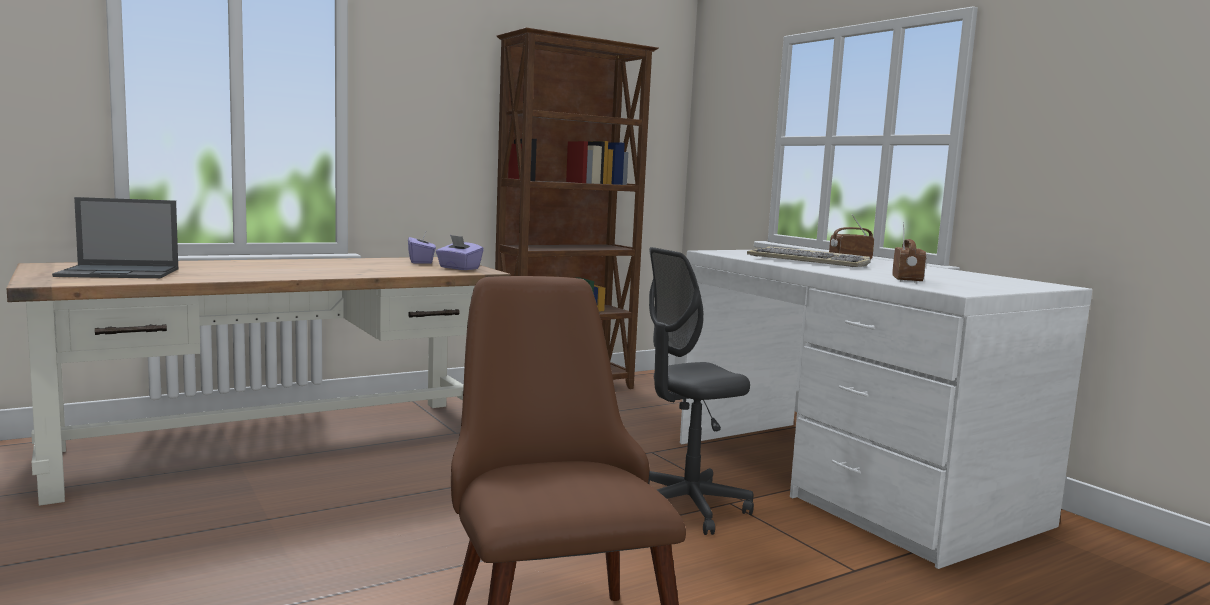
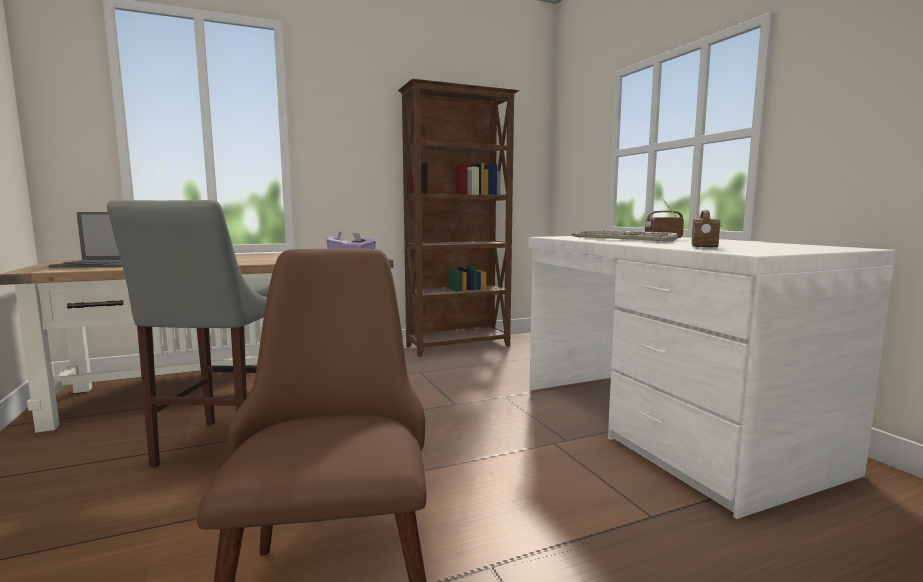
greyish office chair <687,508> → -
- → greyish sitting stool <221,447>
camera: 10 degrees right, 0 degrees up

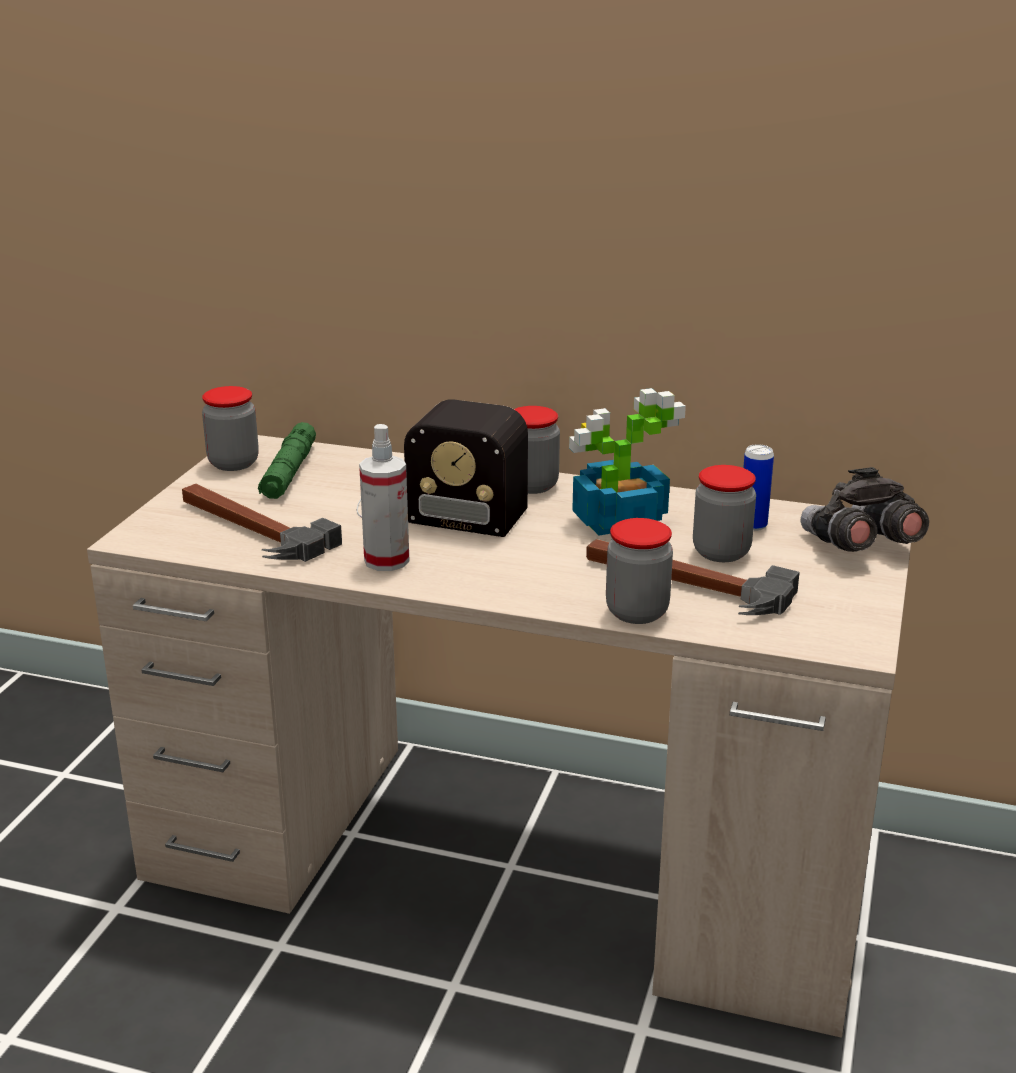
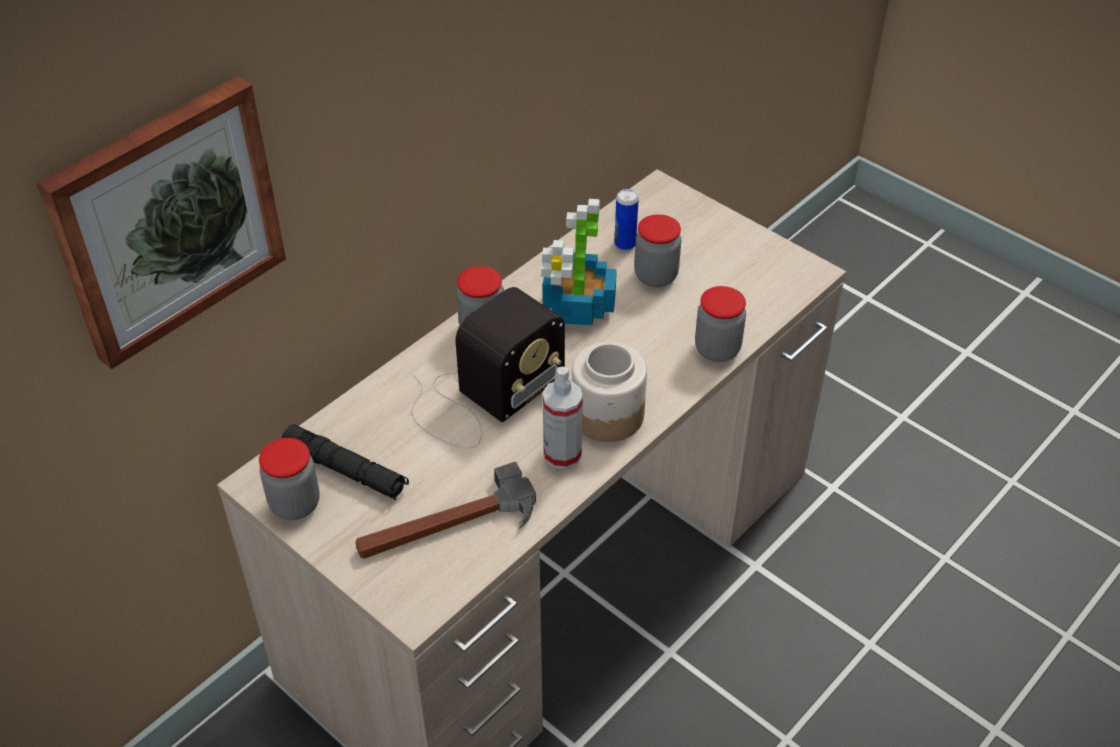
green-coloured torch <289,472> → black torch <345,470>
greyish binoculars <858,546> → -
hand hammer <684,583> → -
- → wall art <166,219>
- → jar <607,416>
camera: 65 degrees left, 20 degrees up

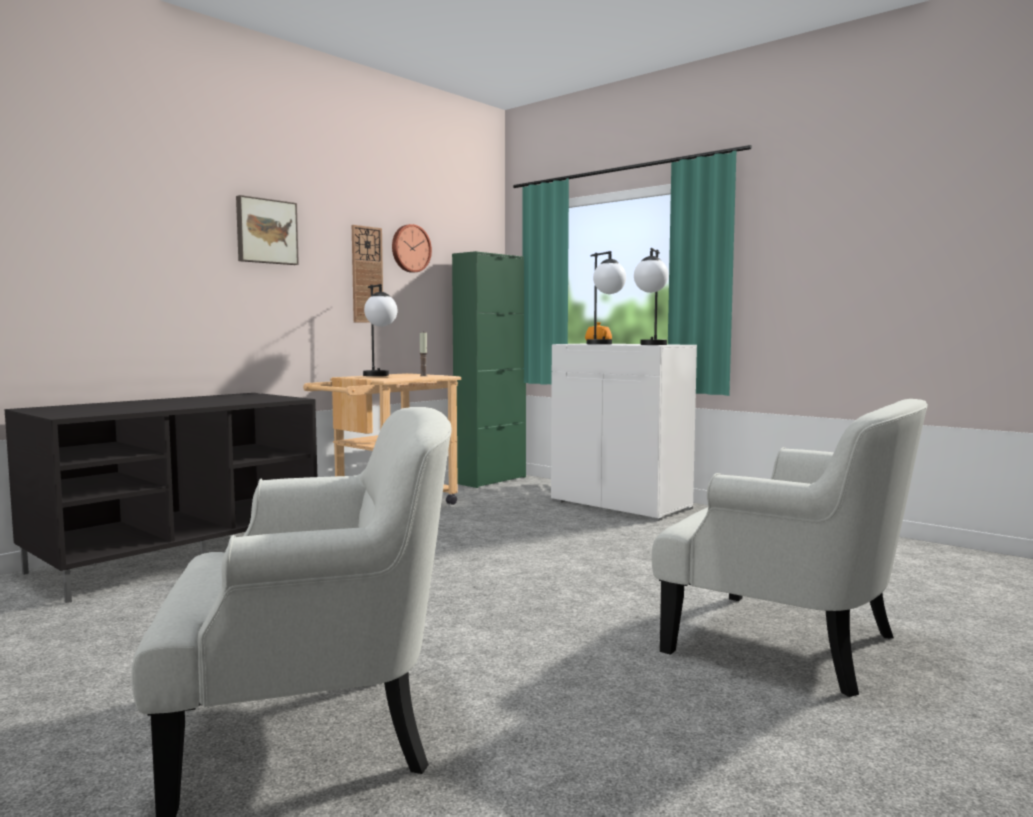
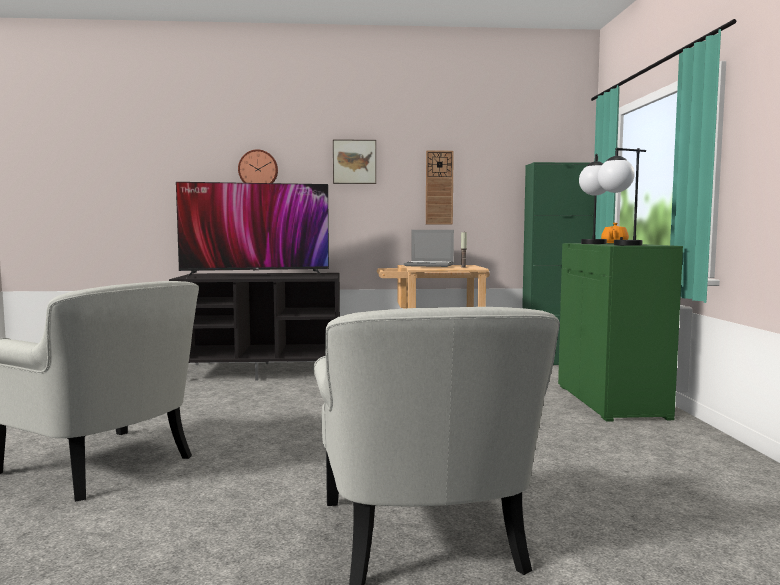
clock on the wall <410,248> → clock on the wall <258,169>, move
tabletop lamp <379,376> → portable computer <430,265>
white-coloured cabinet <621,504> → green-coloured cabinet <612,402>
- → TV <256,275>
camera: 45 degrees right, 0 degrees up

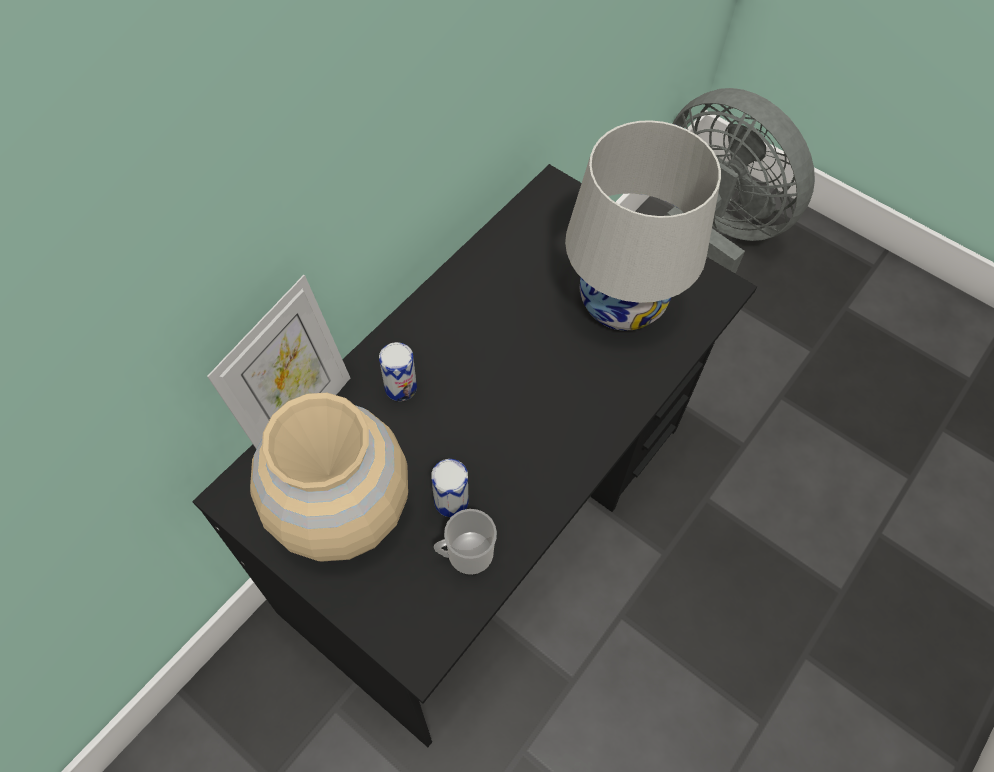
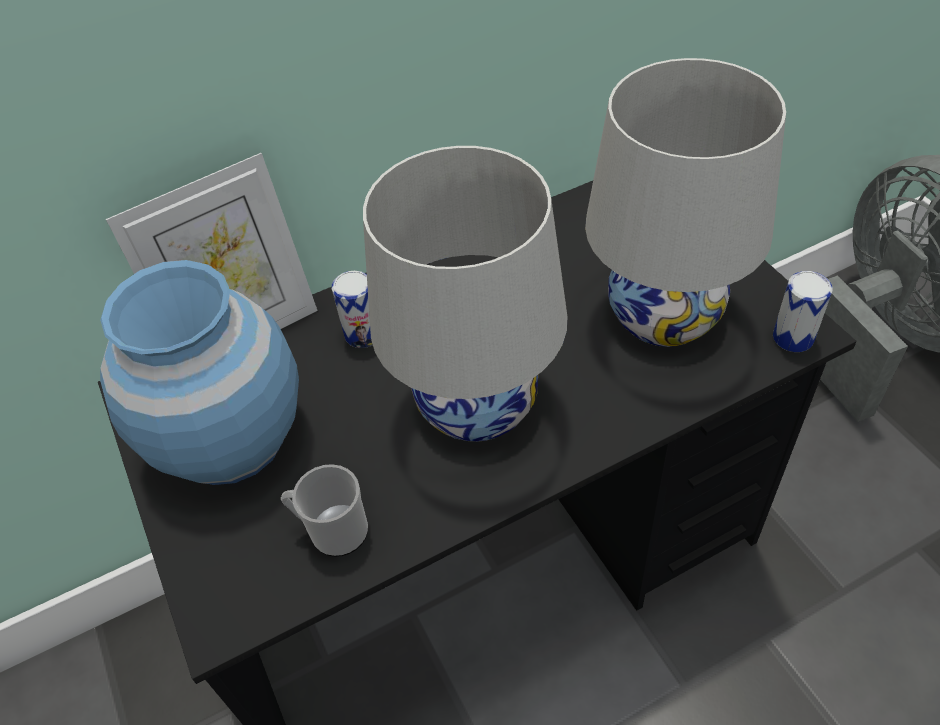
beige flower vase <341,511> → blue flower vase <229,438>
sealed can <451,501> → sealed can <793,337>, move
- → white-coloured tabletop lamp <478,405>
camera: 30 degrees right, 10 degrees down

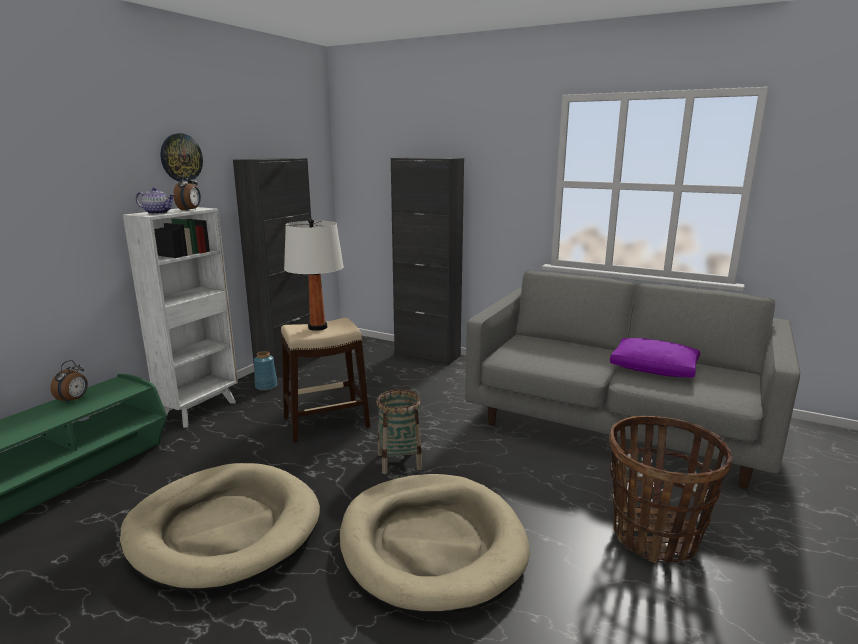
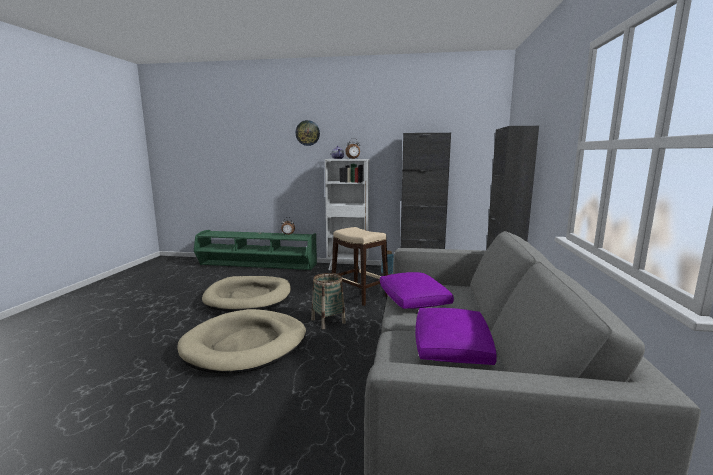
clock on the wall <181,158> → clock on the wall <307,133>, move
white-coloured tabletop lamp <317,327> → -
basket <655,536> → -
- → purplish throw pillow <414,300>
camera: 70 degrees right, 5 degrees down

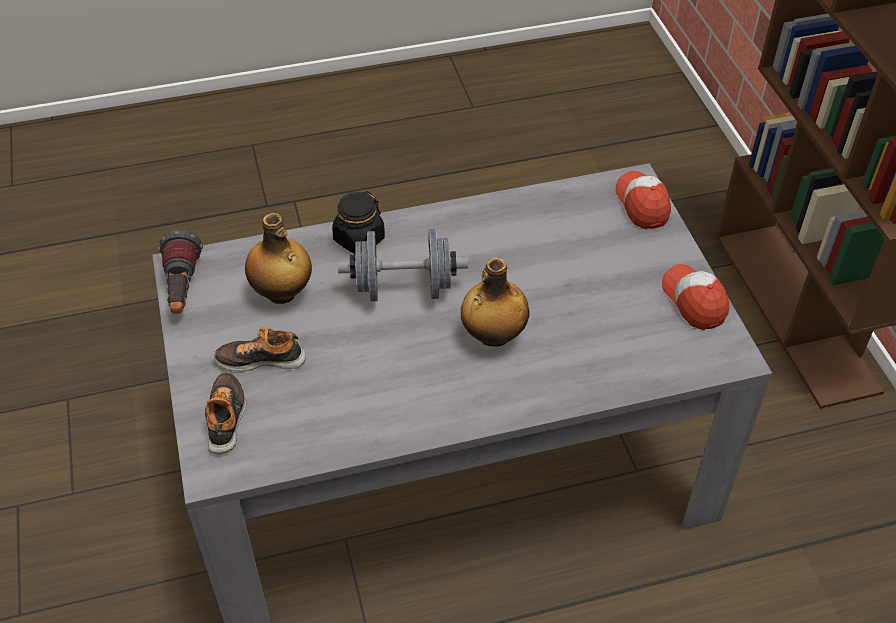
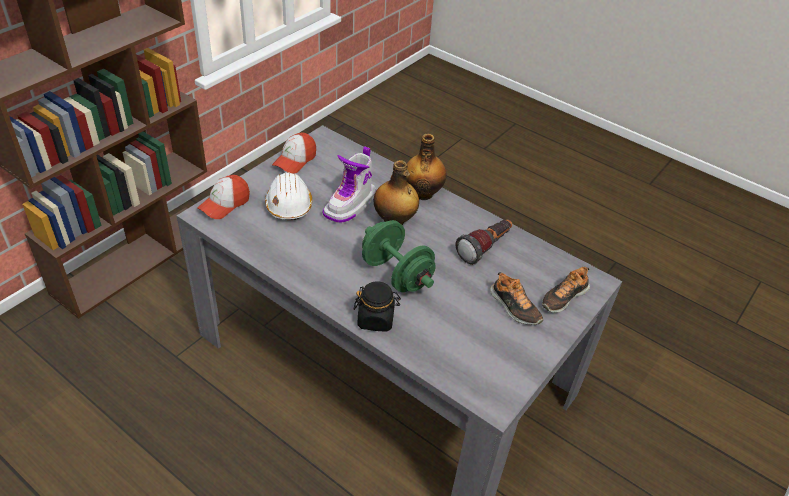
drink bottle <282,293> → drink bottle <423,193>, move
torch <182,290> → torch <485,248>, move
greyish free weight <404,288> → green-coloured free weight <396,274>
- → tall boot <351,205>
- → white-coloured work helmet <289,204>
camera: 130 degrees left, 5 degrees down

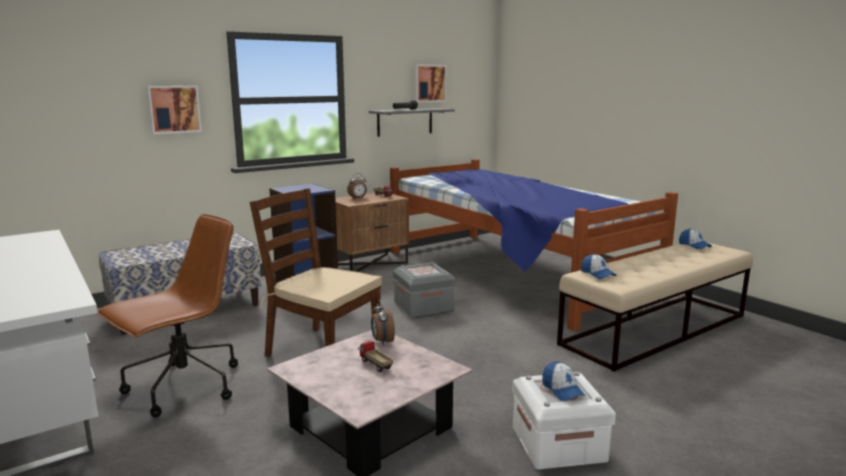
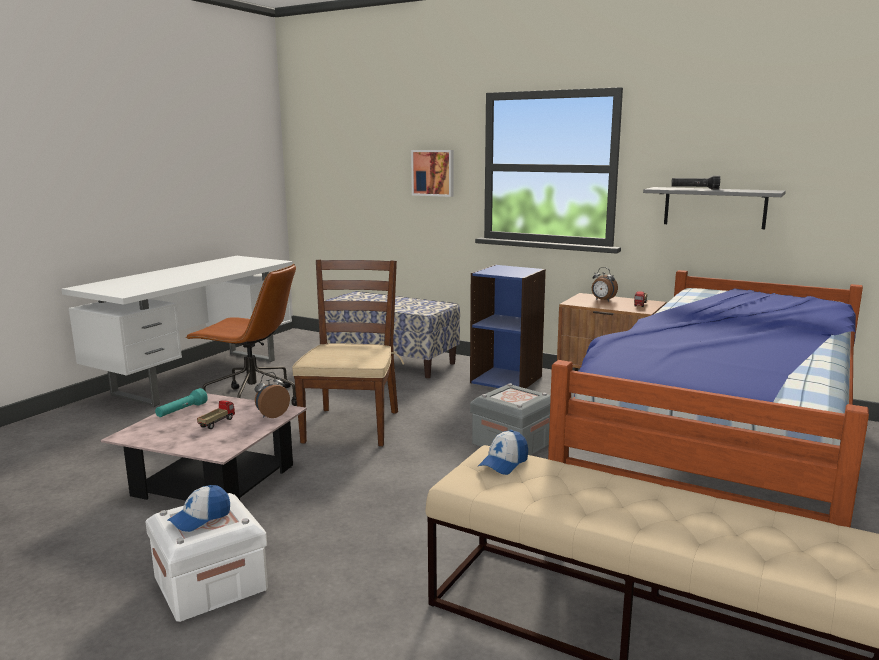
wall art <429,83> → -
baseball cap <694,246> → -
- → turquoise torch <181,411>
camera: 65 degrees right, 0 degrees up

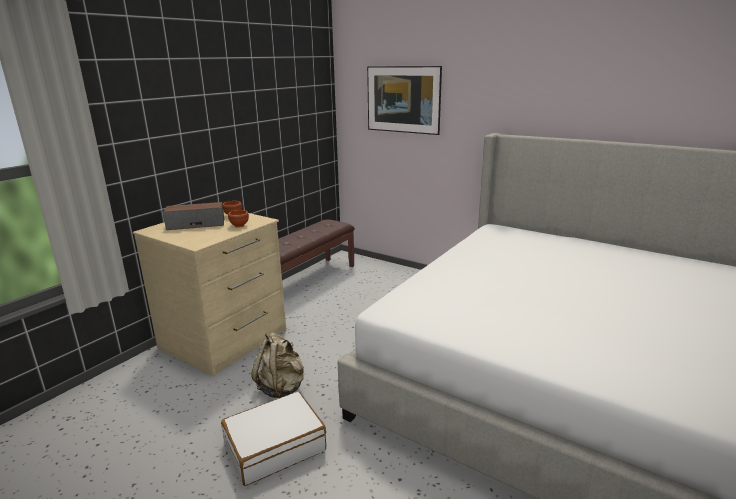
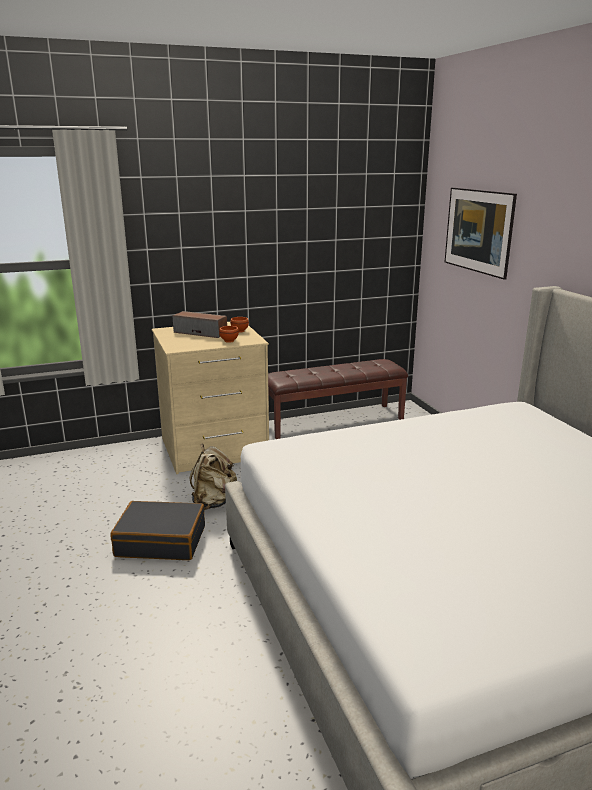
white-coloured piece of luggage <274,446> → black piece of luggage <161,541>
camera: 35 degrees right, 0 degrees up

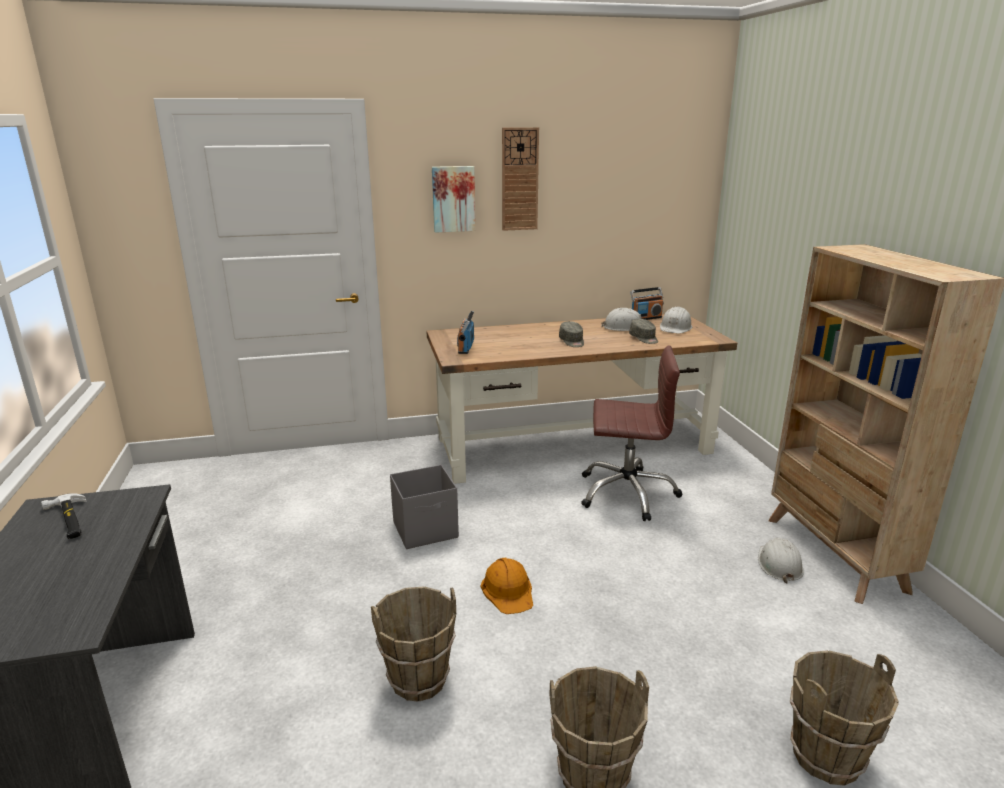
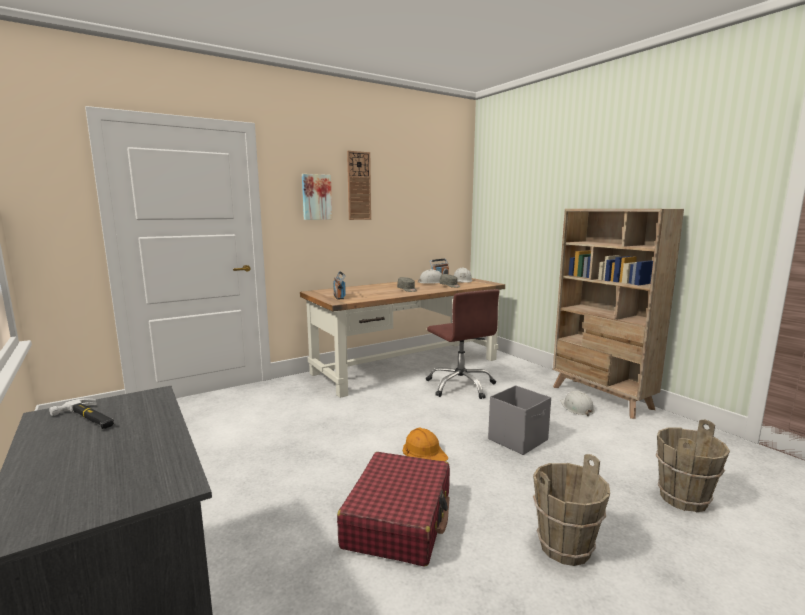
brown office chair <627,493> → brown office chair <461,386>, 75 degrees clockwise
greyish storage bin <426,530> → greyish storage bin <518,439>, move
brown bucket <418,679> → red-coloured piece of luggage <399,519>
camera: 20 degrees left, 10 degrees down

